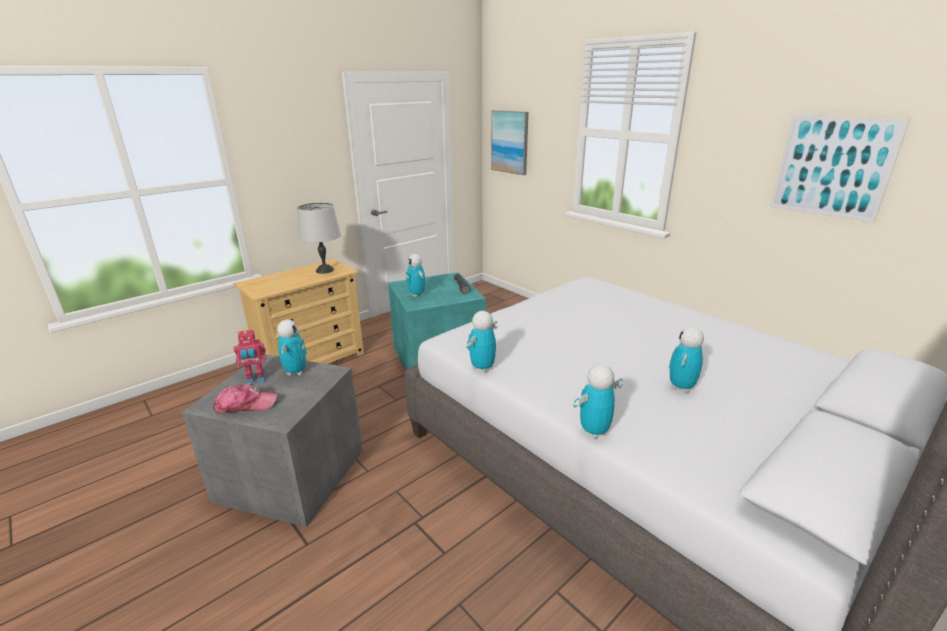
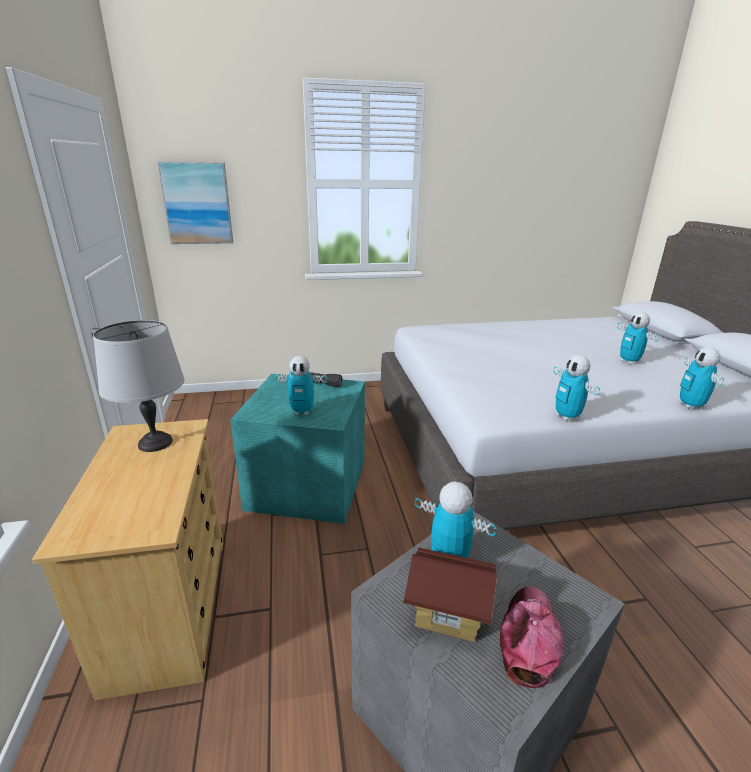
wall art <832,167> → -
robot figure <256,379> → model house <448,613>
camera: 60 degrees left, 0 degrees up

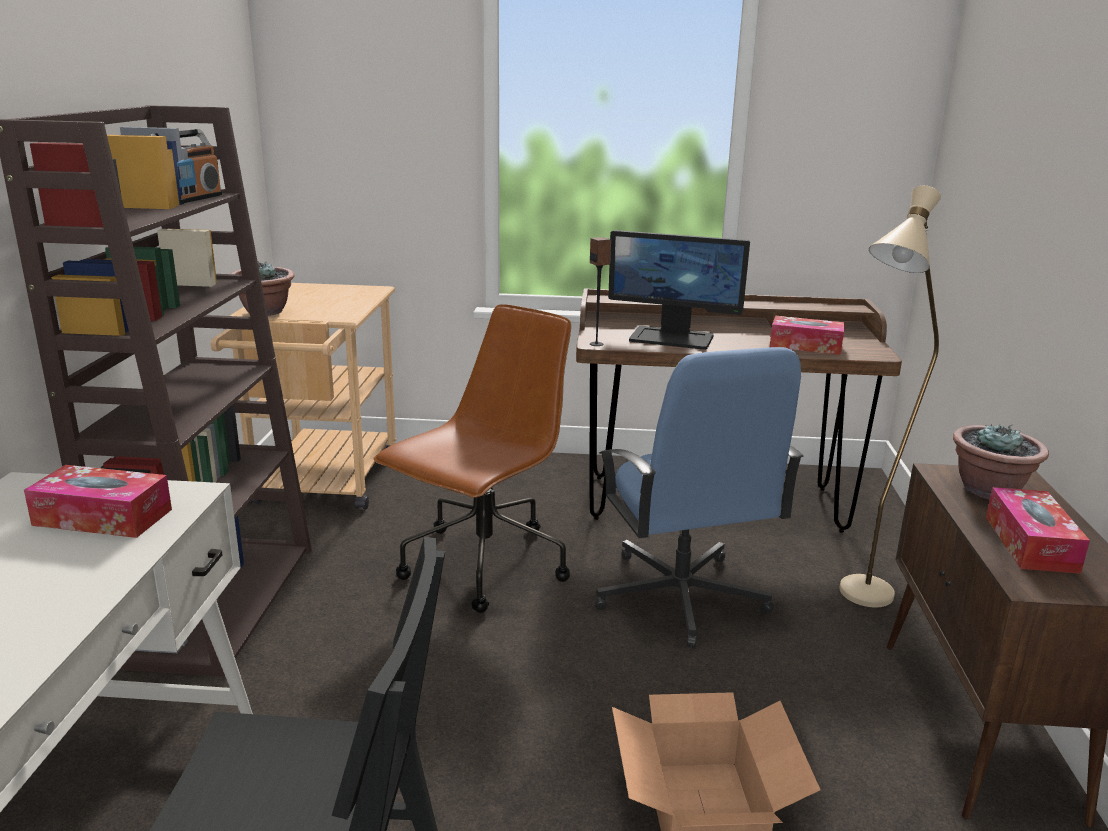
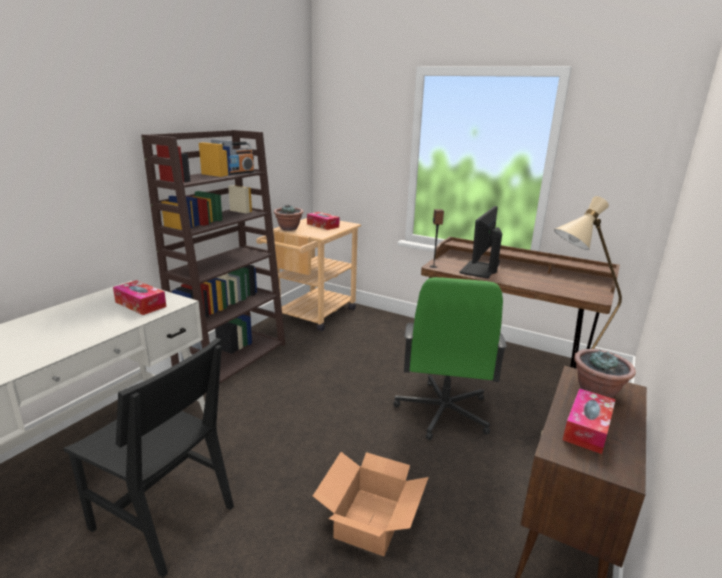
computer screen <672,338> → computer screen <480,269>, 75 degrees clockwise
brown office chair <483,566> → -
tissue holder <805,345> → tissue holder <323,225>, move
blue office chair <680,597> → green-coloured office chair <443,412>
camera: 25 degrees right, 0 degrees up

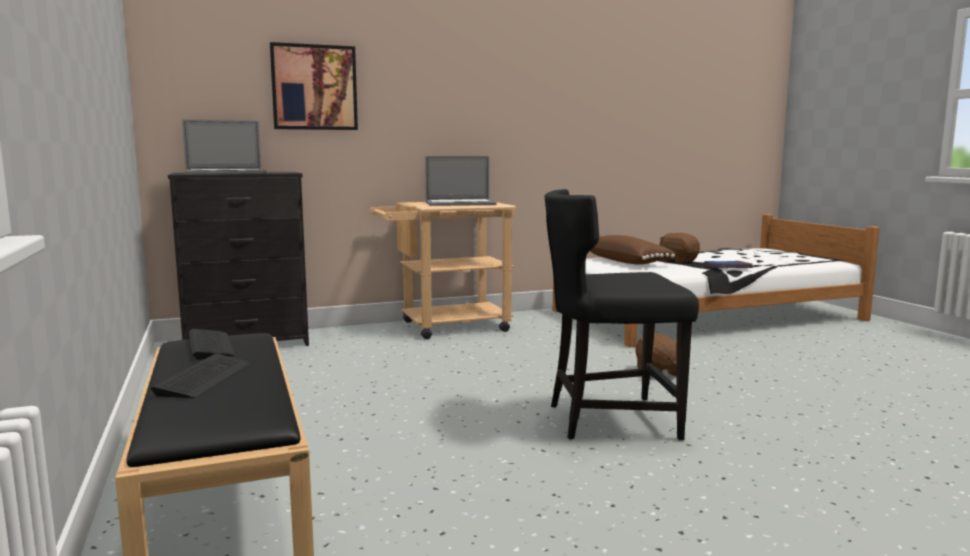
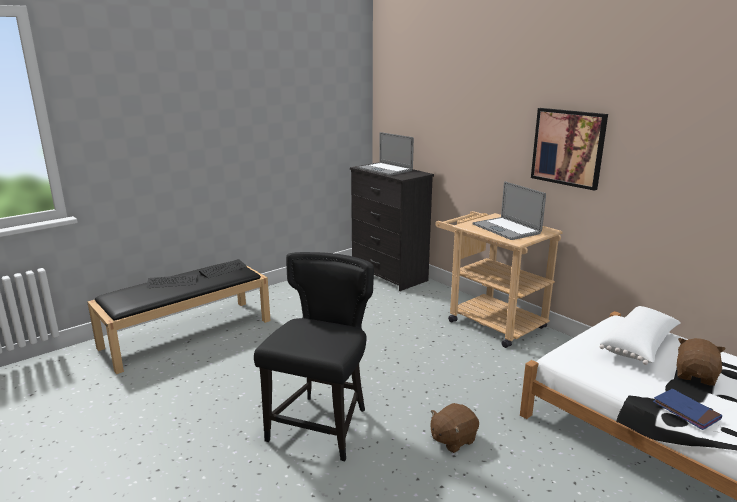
wall art <314,87> → wall art <568,147>, move
black chair <609,419> → black chair <322,425>, 45 degrees clockwise
brown throw pillow <627,262> → white-coloured throw pillow <640,346>
camera: 70 degrees right, 10 degrees up

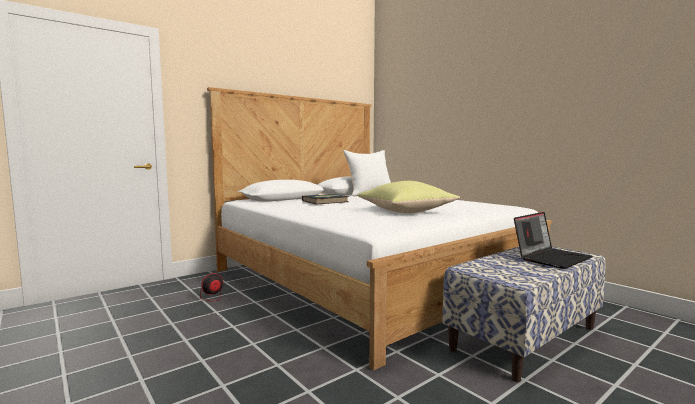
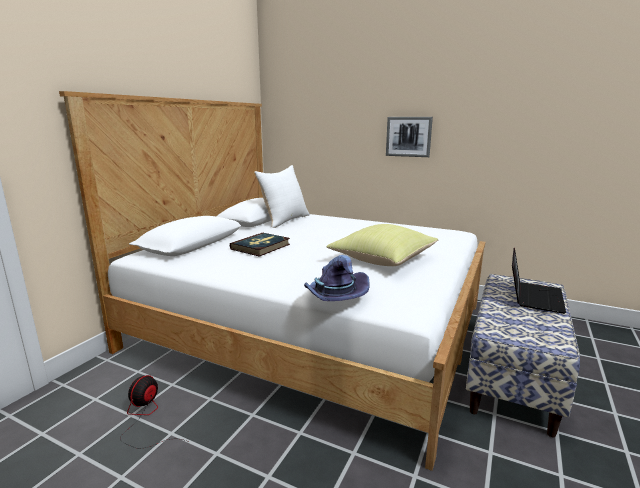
- → wall art <408,136>
- → purplish wearable hat <334,297>
camera: 25 degrees left, 10 degrees up

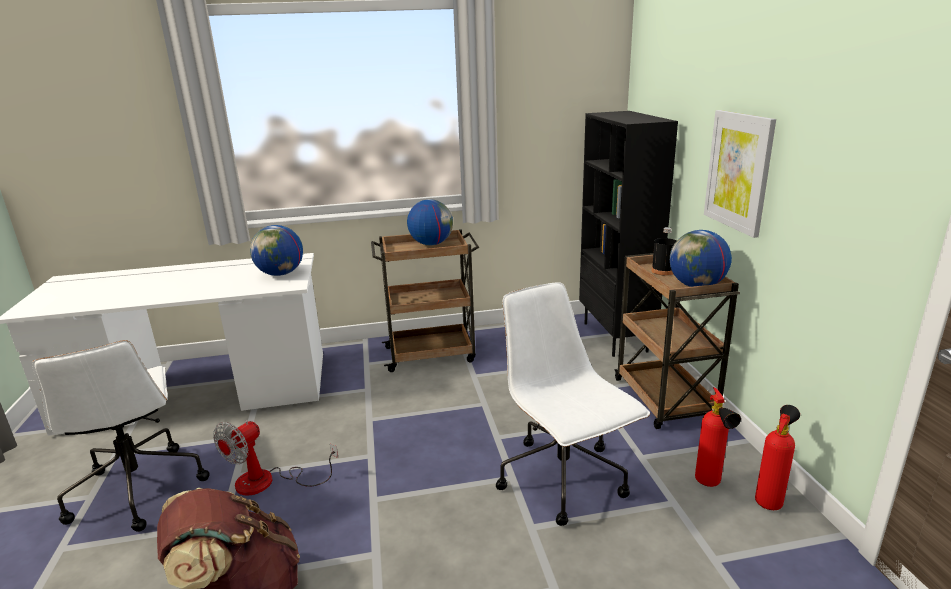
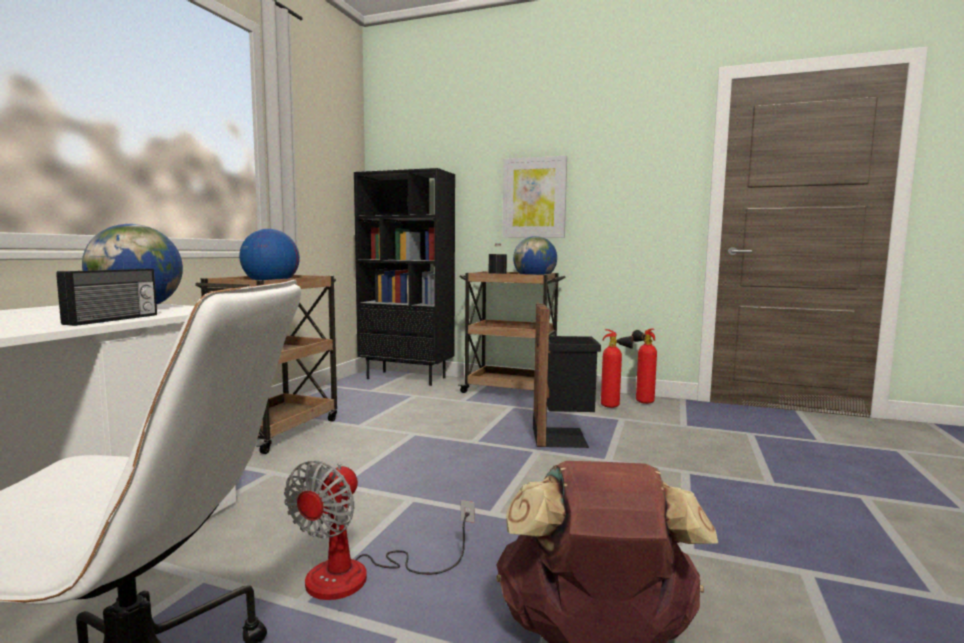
white-coloured office chair <564,480> → black rubbish bin <562,436>
fan <268,482> → fan <360,576>, 45 degrees clockwise
- → radio <114,319>
camera: 60 degrees left, 15 degrees down

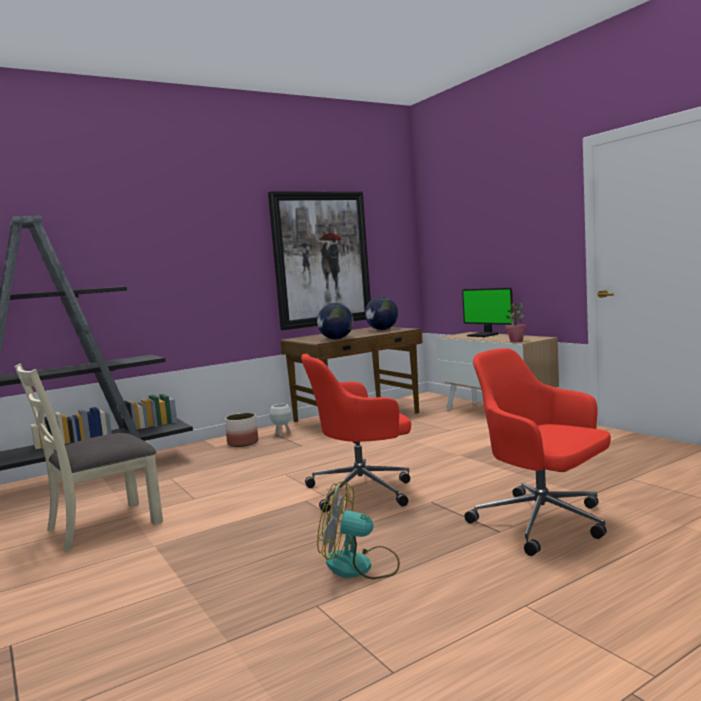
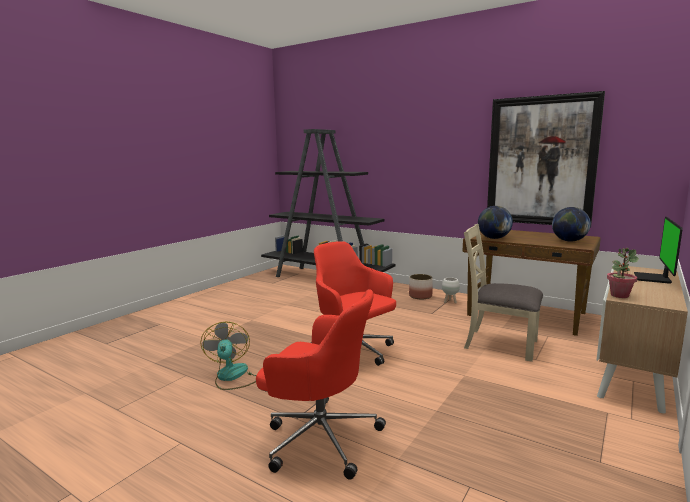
red-coloured office chair <543,523> → red-coloured office chair <320,437>, 90 degrees clockwise
beige chair <102,525> → beige chair <499,344>, move
camera: 65 degrees right, 5 degrees up

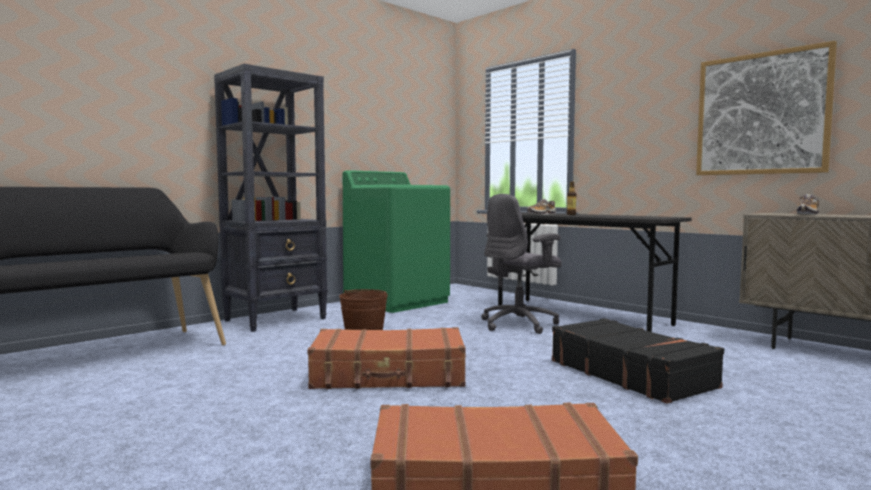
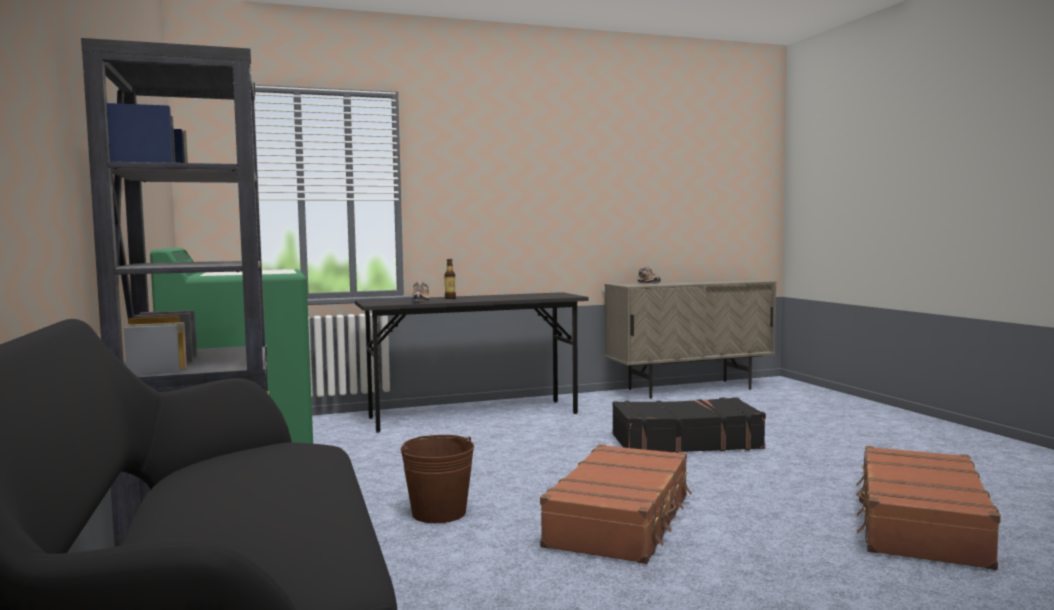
wall art <761,114> → -
greyish office chair <519,324> → -
camera: 65 degrees left, 0 degrees up

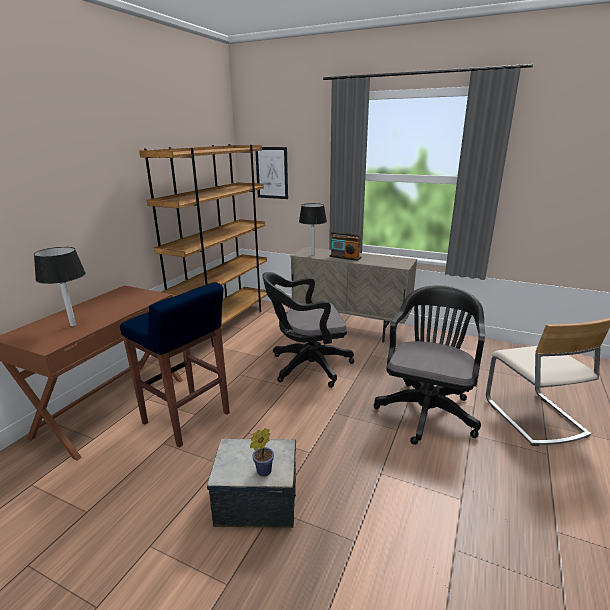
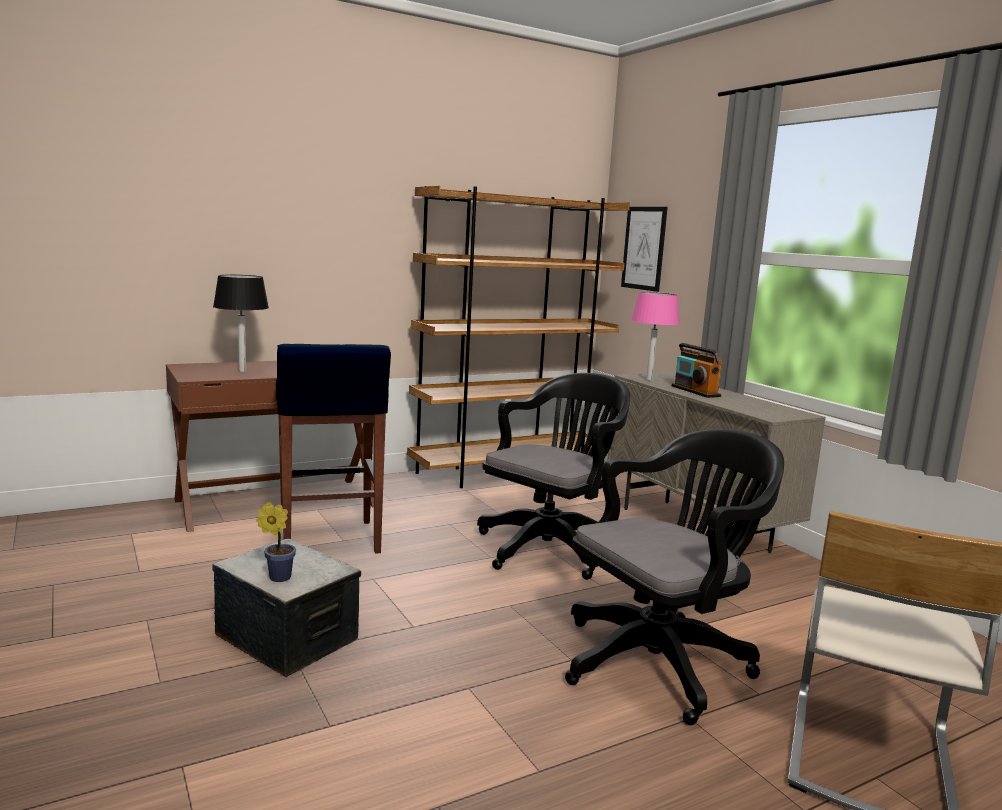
black tabletop lamp <312,255> → pink-coloured tabletop lamp <649,380>
black office chair <306,366> → black office chair <551,547>, 105 degrees clockwise
camera: 35 degrees right, 10 degrees down

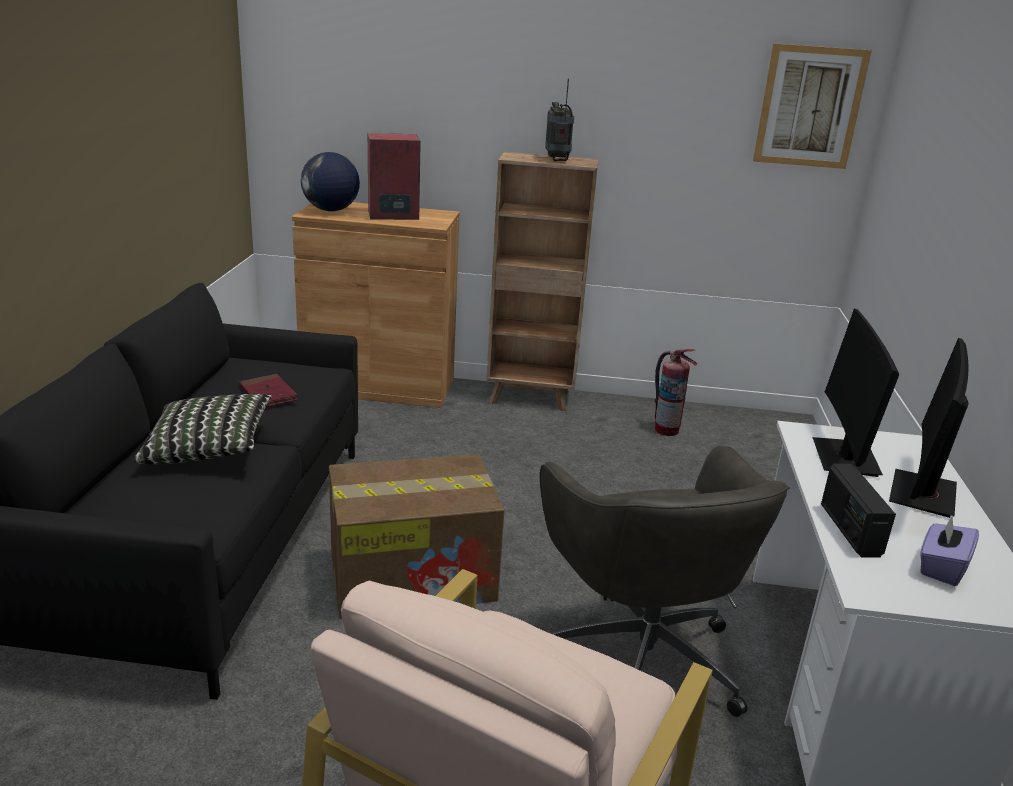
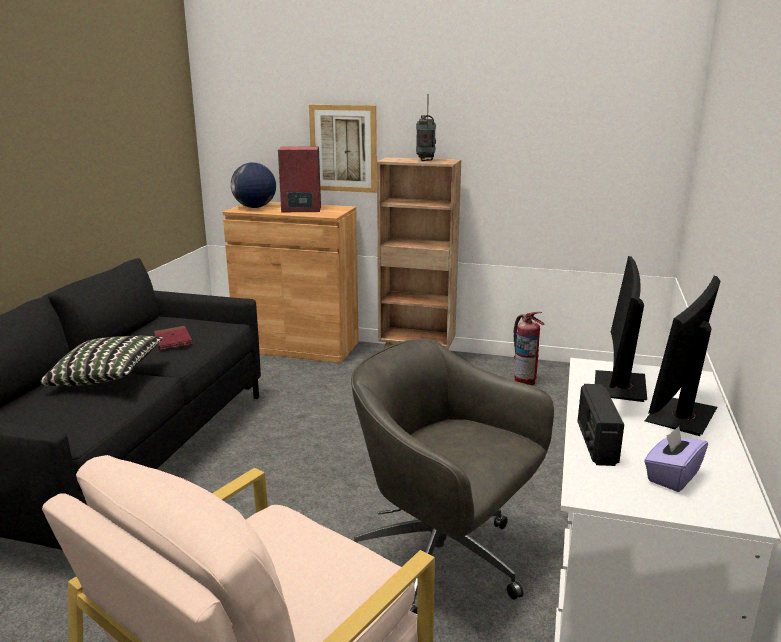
wall art <809,107> → wall art <343,148>, move
greyish office chair <641,656> → greyish office chair <443,561>, 135 degrees clockwise
carton <414,576> → -
camera: 10 degrees right, 5 degrees down

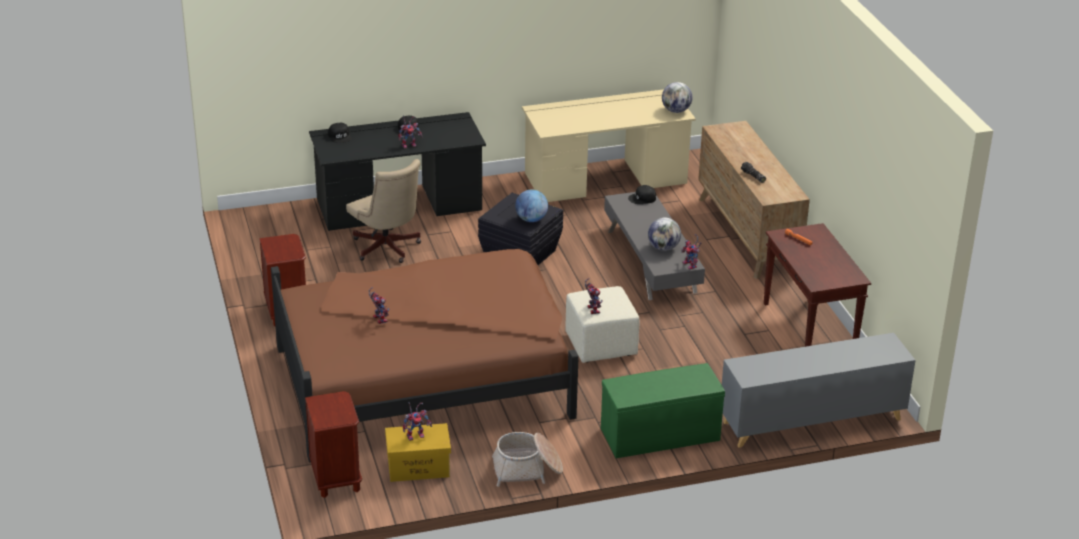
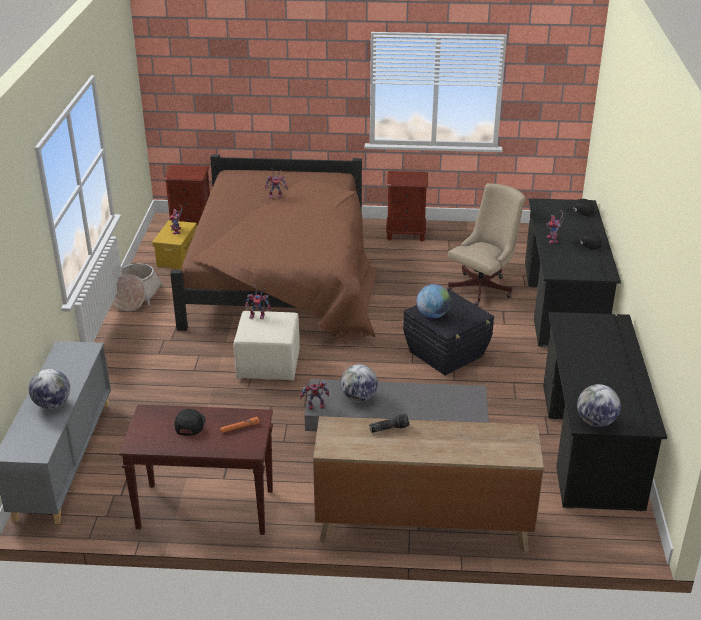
beige desk <605,179> → black desk <591,444>
beige office chair <387,249> → beige office chair <483,287>, 150 degrees clockwise
black baseball cap <642,198> → black baseball cap <189,424>, move
green-coloured indoor bench <659,435> → -
- → desk globe <52,404>
camera: 110 degrees right, 0 degrees up

